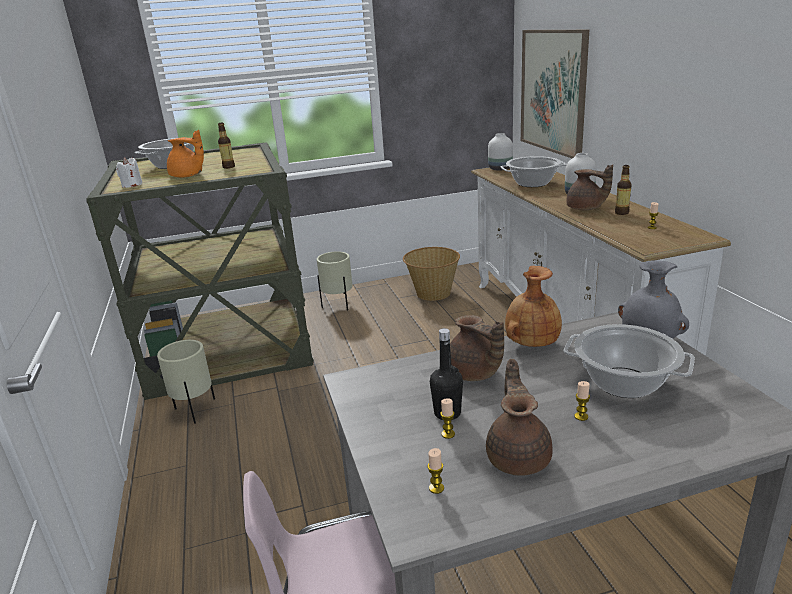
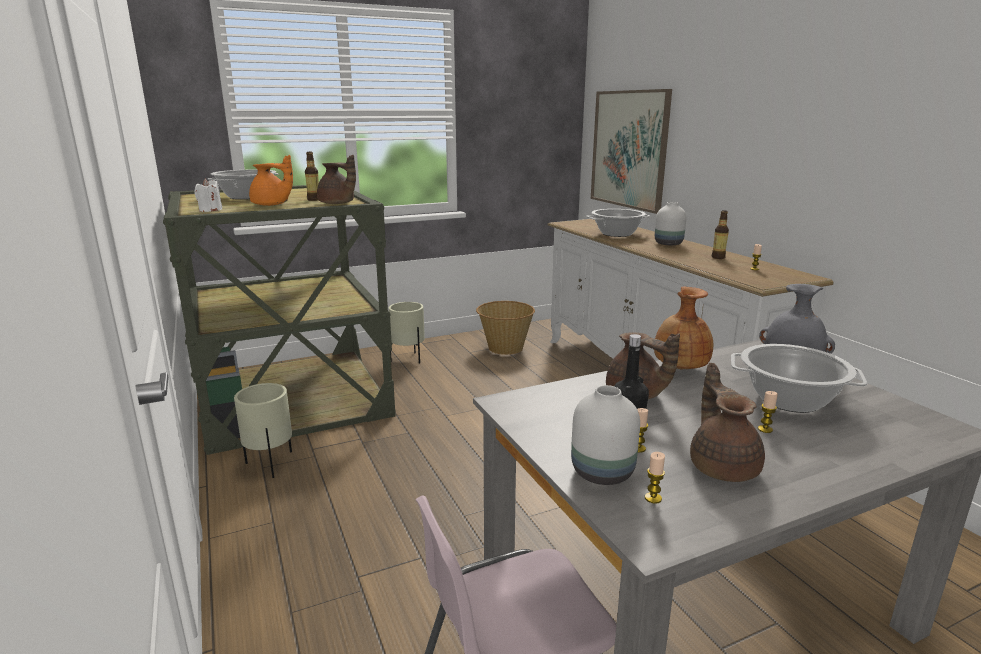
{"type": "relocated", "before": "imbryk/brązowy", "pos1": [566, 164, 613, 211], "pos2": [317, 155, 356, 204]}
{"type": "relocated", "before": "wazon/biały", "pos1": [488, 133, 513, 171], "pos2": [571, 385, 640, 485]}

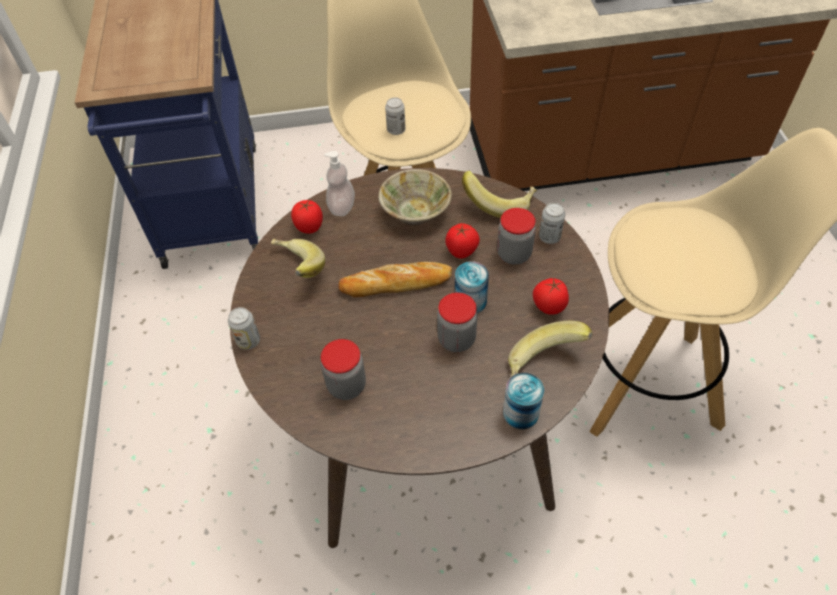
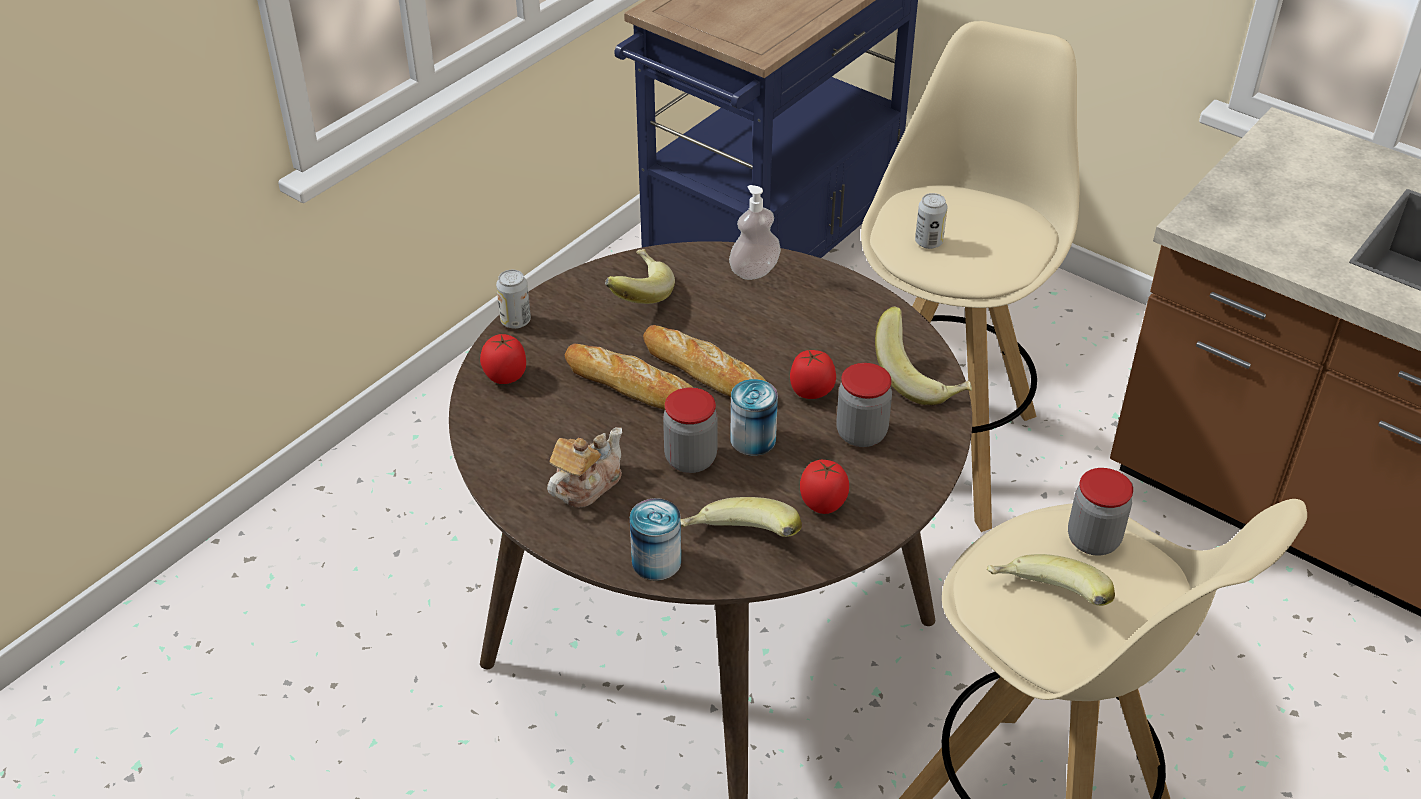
{"type": "relocated", "before": "pomidor", "pos1": [291, 200, 323, 234], "pos2": [480, 334, 526, 384]}
{"type": "appeared", "after": "imbryk", "pos2": [547, 427, 622, 508]}
{"type": "appeared", "after": "chleb", "pos2": [564, 343, 693, 410]}
{"type": "appeared", "after": "banan", "pos2": [987, 554, 1115, 606]}
{"type": "relocated", "before": "słoik", "pos1": [321, 339, 366, 400], "pos2": [1068, 468, 1133, 555]}
{"type": "missing", "before": "miska/beżowy", "pos1": [378, 169, 452, 225]}
{"type": "missing", "before": "puszka", "pos1": [539, 203, 565, 244]}

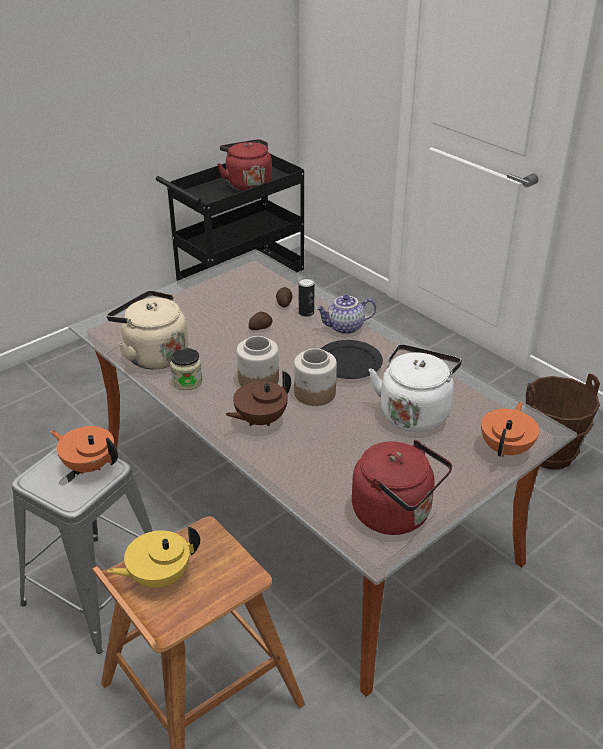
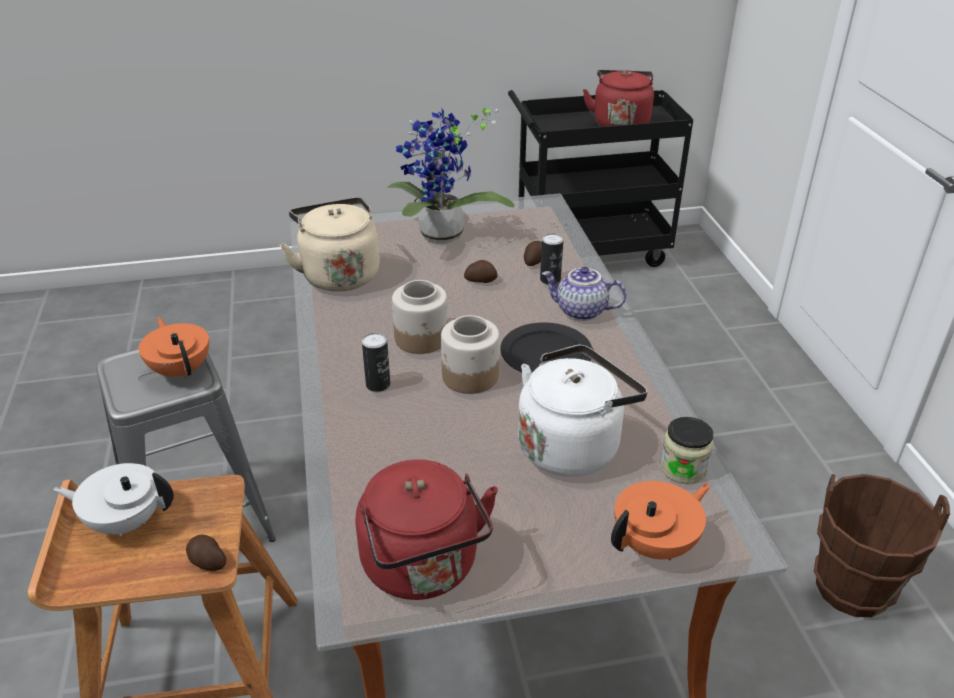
{"type": "colour", "before": "imbryk/żółty", "after": "imbryk/biały", "pos1": [107, 526, 200, 588], "pos2": [53, 463, 174, 537]}
{"type": "appeared", "after": "ziemniak", "pos2": [186, 535, 226, 571]}
{"type": "exchanged", "before": "imbryk/brązowy", "after": "puszka", "pos1": [225, 371, 291, 426], "pos2": [362, 333, 390, 392]}
{"type": "appeared", "after": "roślina doniczkowa", "pos2": [387, 108, 514, 244]}
{"type": "relocated", "before": "słoik", "pos1": [170, 348, 203, 390], "pos2": [660, 417, 714, 484]}

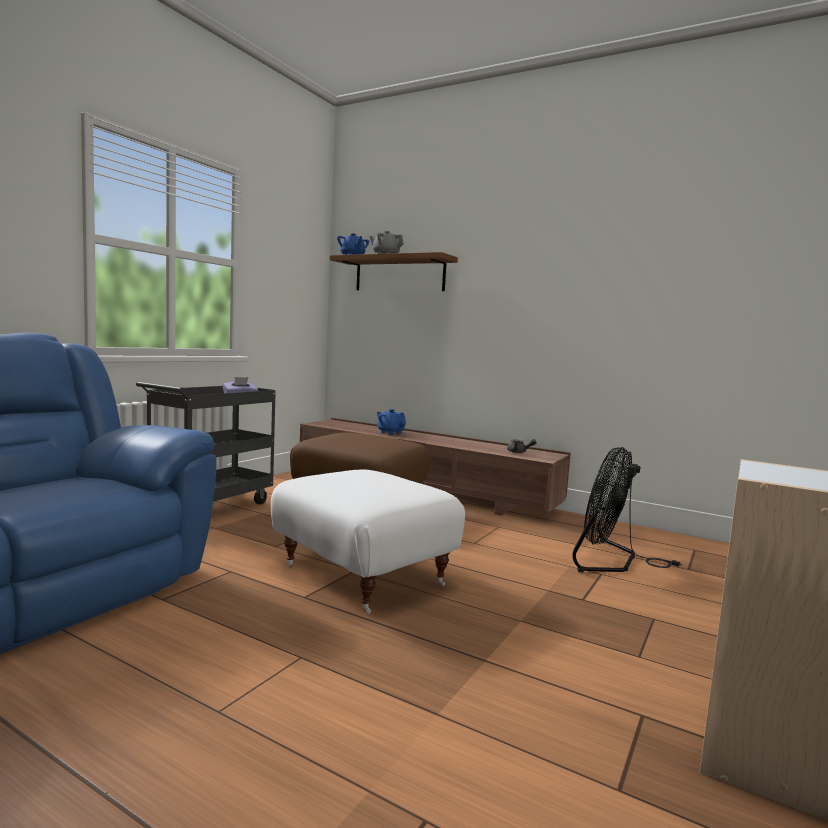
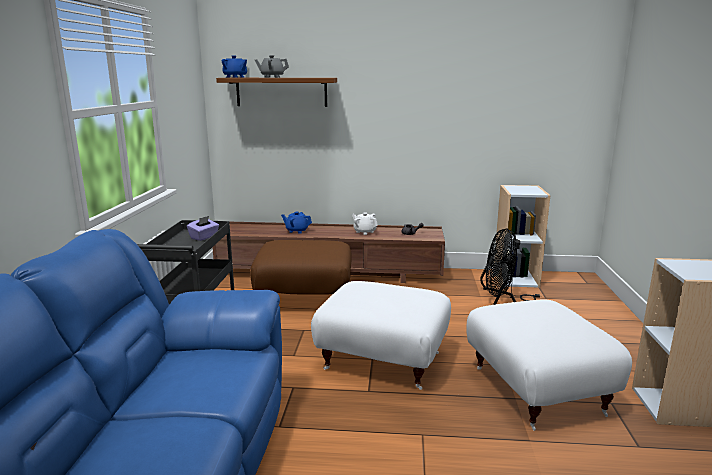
{"type": "appeared", "after": "imbryk/biały", "pos2": [352, 212, 378, 235]}
{"type": "appeared", "after": "pufa/biały", "pos2": [466, 300, 632, 431]}
{"type": "appeared", "after": "regał", "pos2": [494, 185, 550, 288]}

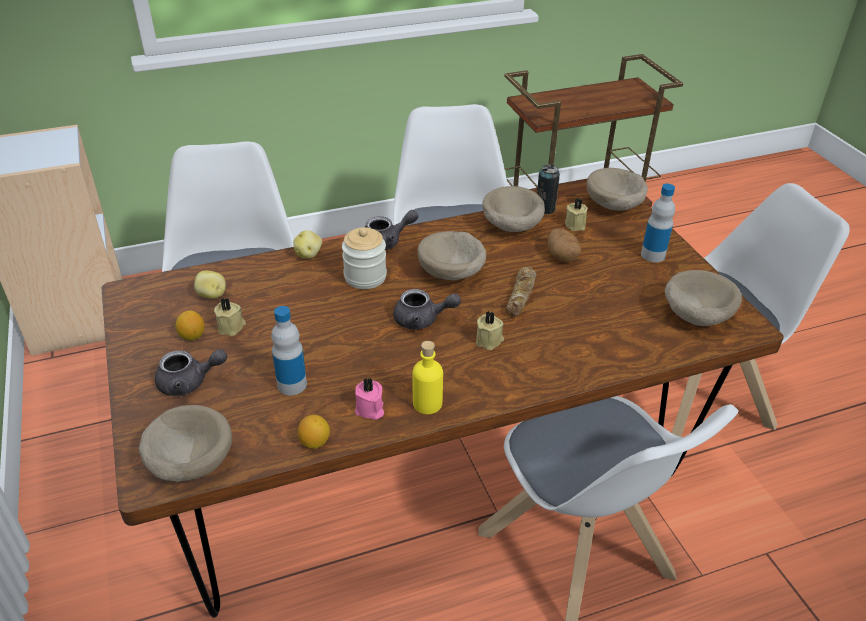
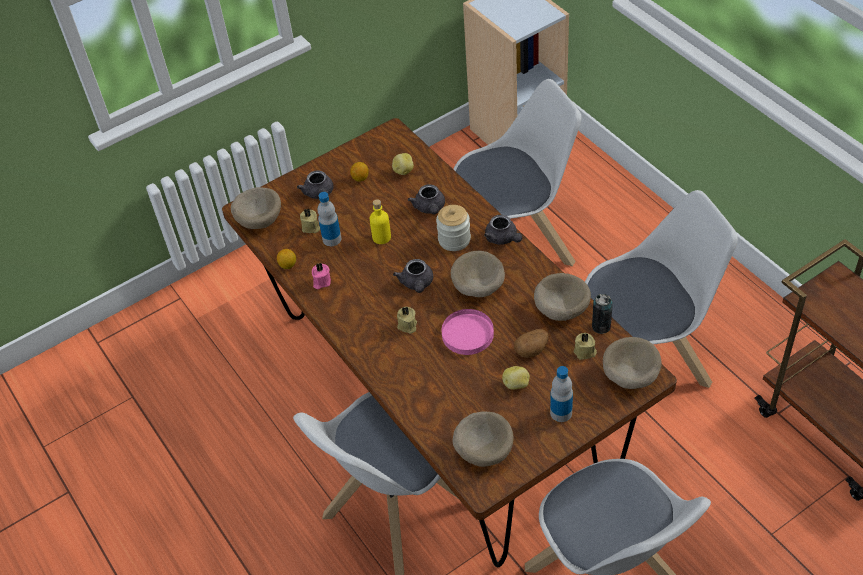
{"type": "relocated", "before": "świeca/beżowy", "pos1": [214, 297, 246, 336], "pos2": [300, 209, 320, 233]}
{"type": "relocated", "before": "butelka/żółty", "pos1": [412, 341, 443, 414], "pos2": [370, 199, 391, 244]}
{"type": "appeared", "after": "imbryk/szary", "pos2": [408, 184, 445, 214]}
{"type": "exchanged", "before": "chleb", "after": "talerz/różowy", "pos1": [505, 266, 536, 316], "pos2": [441, 309, 494, 355]}
{"type": "relocated", "before": "ziemniak", "pos1": [293, 230, 322, 259], "pos2": [502, 366, 530, 390]}

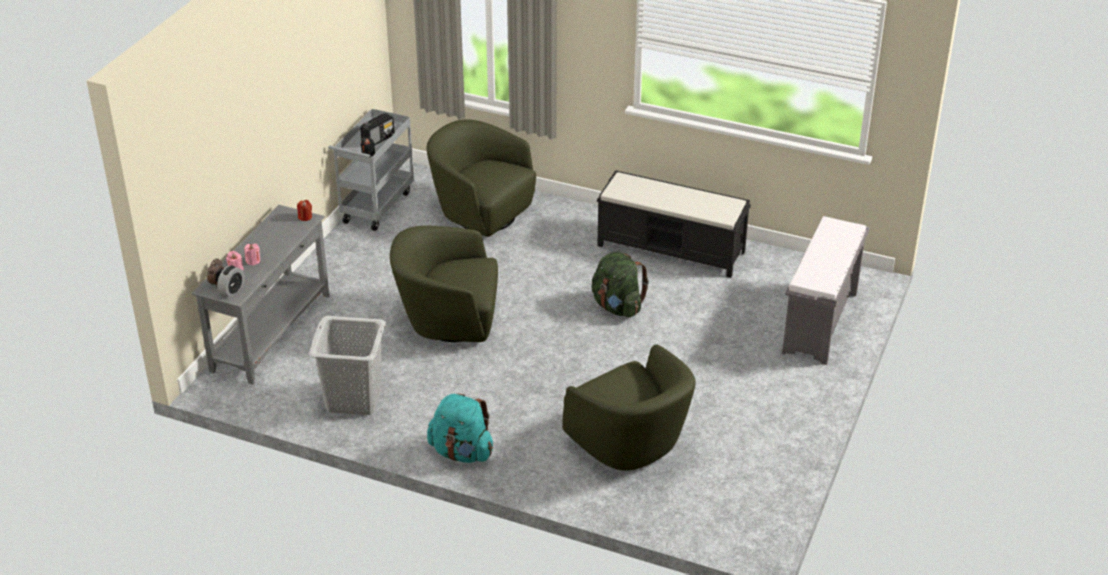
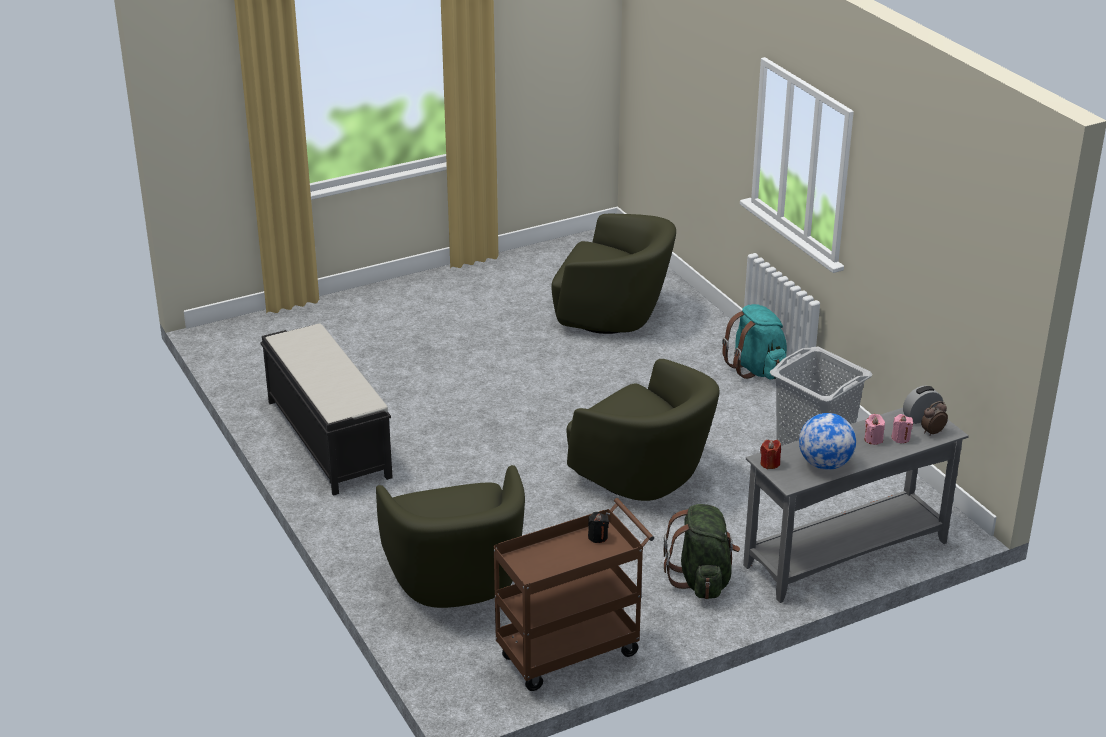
{"type": "colour", "before": "wózek/szary", "after": "wózek/brązowy", "pos1": [328, 109, 414, 231], "pos2": [494, 498, 654, 691]}
{"type": "spun", "before": "fotel/zielony", "pos1": [562, 344, 695, 471], "pos2": [551, 214, 676, 334], "turn": 105}
{"type": "relocated", "before": "plecak/zielony", "pos1": [592, 251, 649, 318], "pos2": [664, 504, 740, 599]}
{"type": "appeared", "after": "globus", "pos2": [799, 413, 856, 470]}
{"type": "missing", "before": "radio", "pos1": [360, 113, 395, 145]}
{"type": "missing", "before": "ławka/szary", "pos1": [782, 216, 869, 365]}

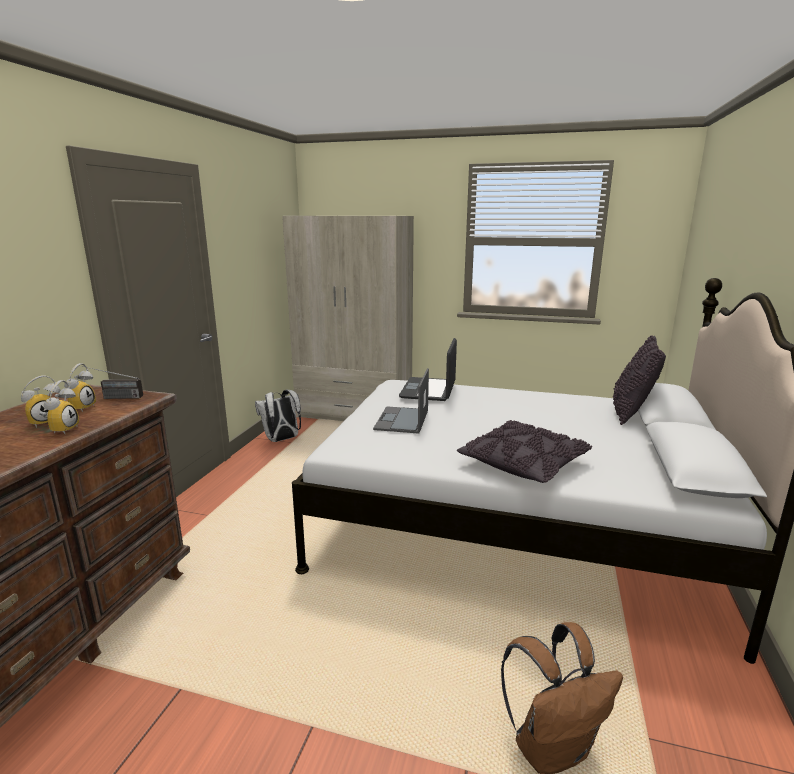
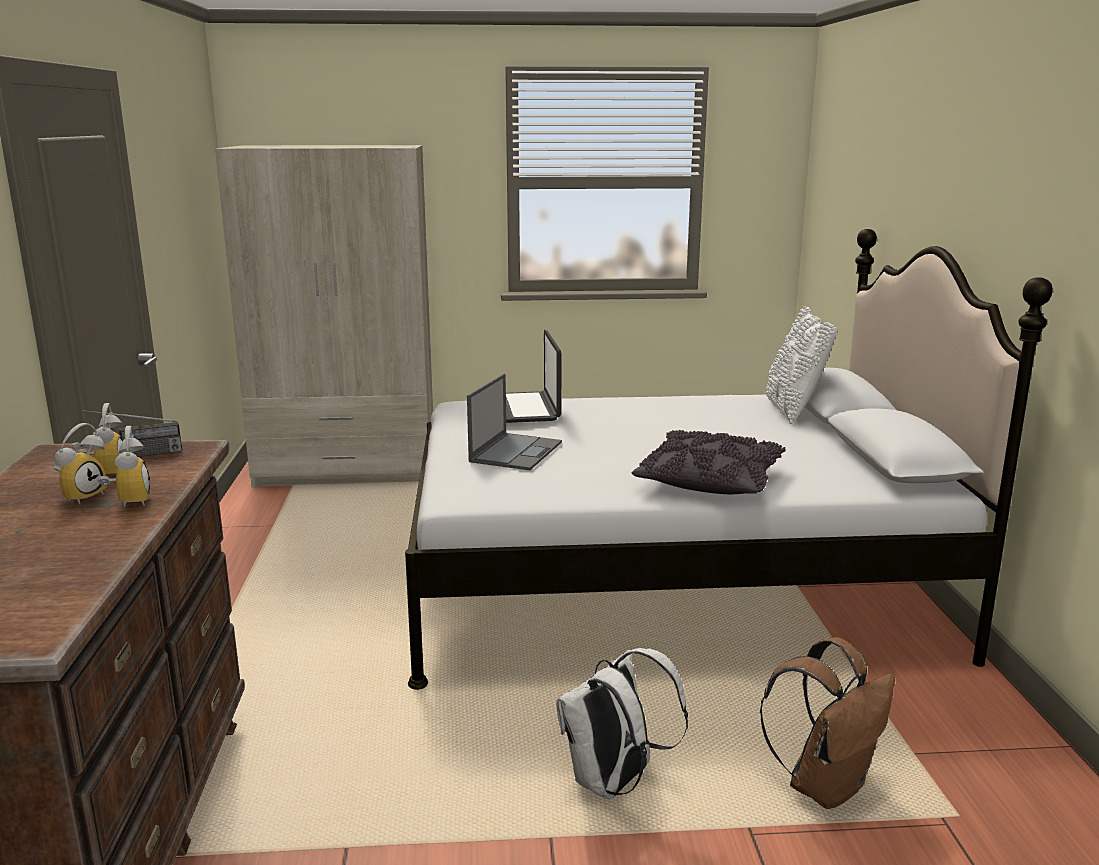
{"type": "spun", "before": "laptop", "pos1": [373, 368, 429, 434], "pos2": [467, 374, 562, 470], "turn": -150}
{"type": "relocated", "before": "plecak/biały", "pos1": [255, 390, 301, 442], "pos2": [556, 648, 688, 799]}
{"type": "colour", "before": "poduszka/czarny", "after": "poduszka/biały", "pos1": [613, 335, 666, 425], "pos2": [766, 306, 837, 424]}

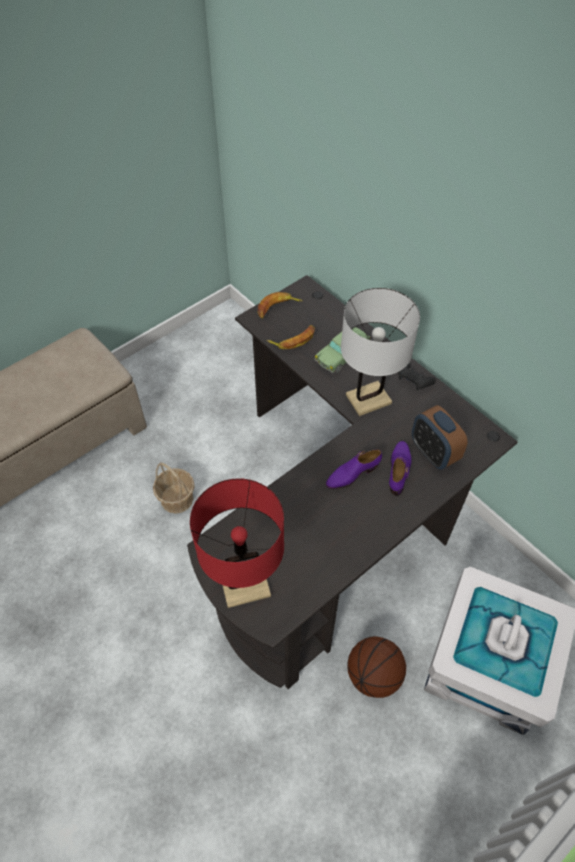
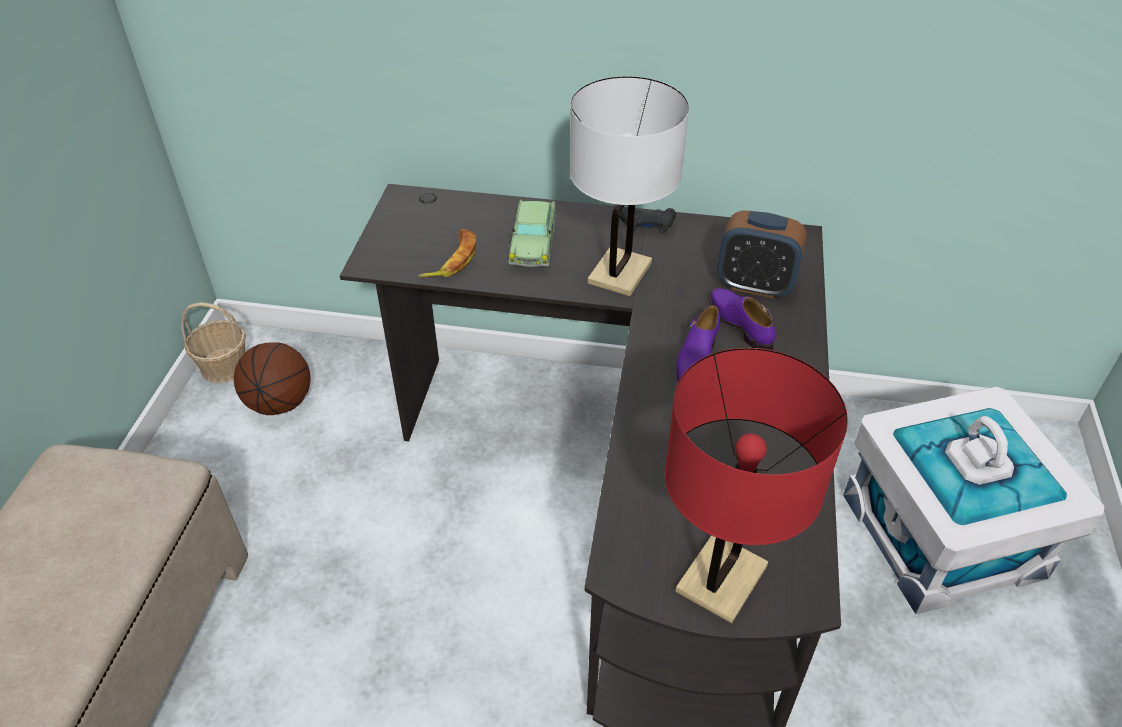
{"type": "relocated", "before": "koszyk", "pos1": [153, 462, 195, 514], "pos2": [181, 302, 246, 384]}
{"type": "relocated", "before": "piłka do koszykówki", "pos1": [347, 636, 406, 698], "pos2": [233, 342, 310, 415]}
{"type": "missing", "before": "banan", "pos1": [257, 292, 303, 319]}

